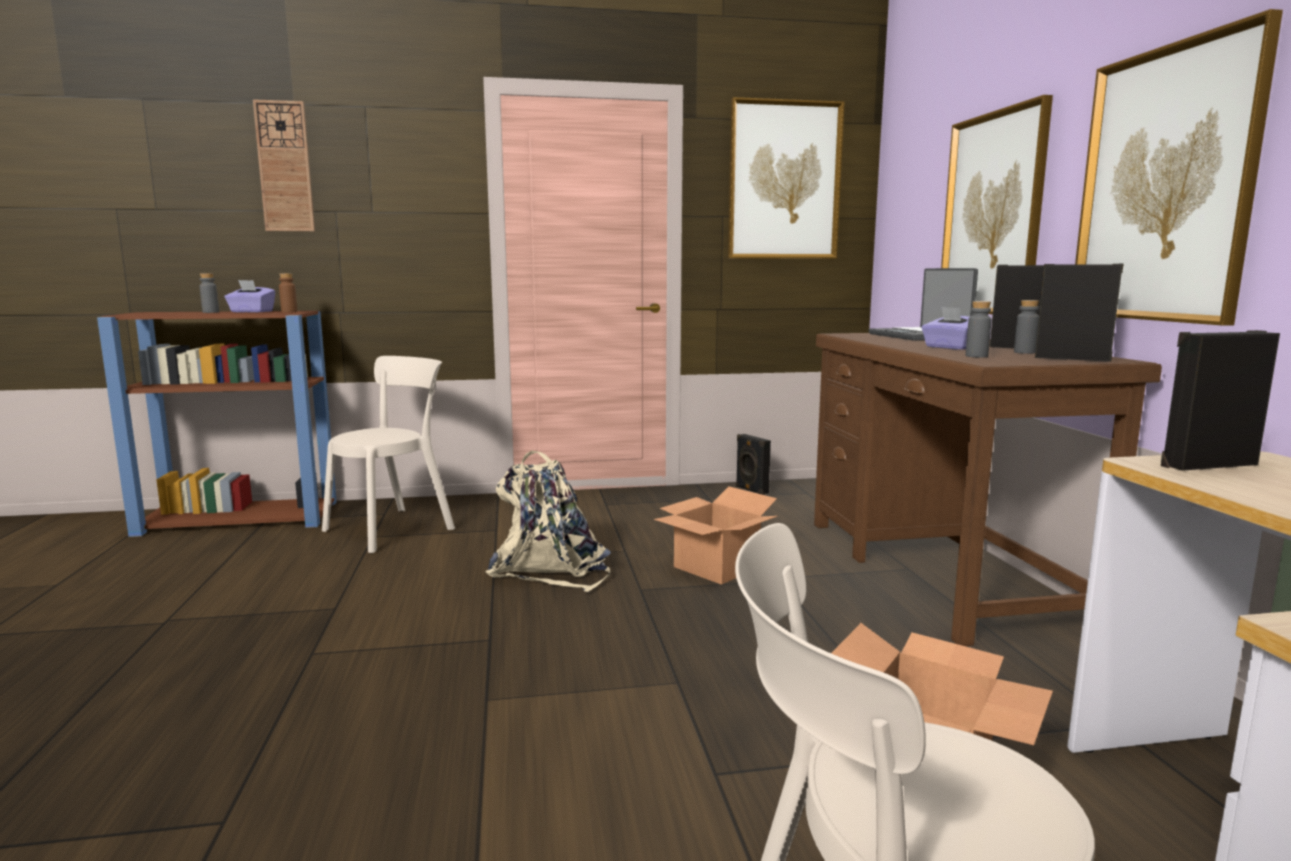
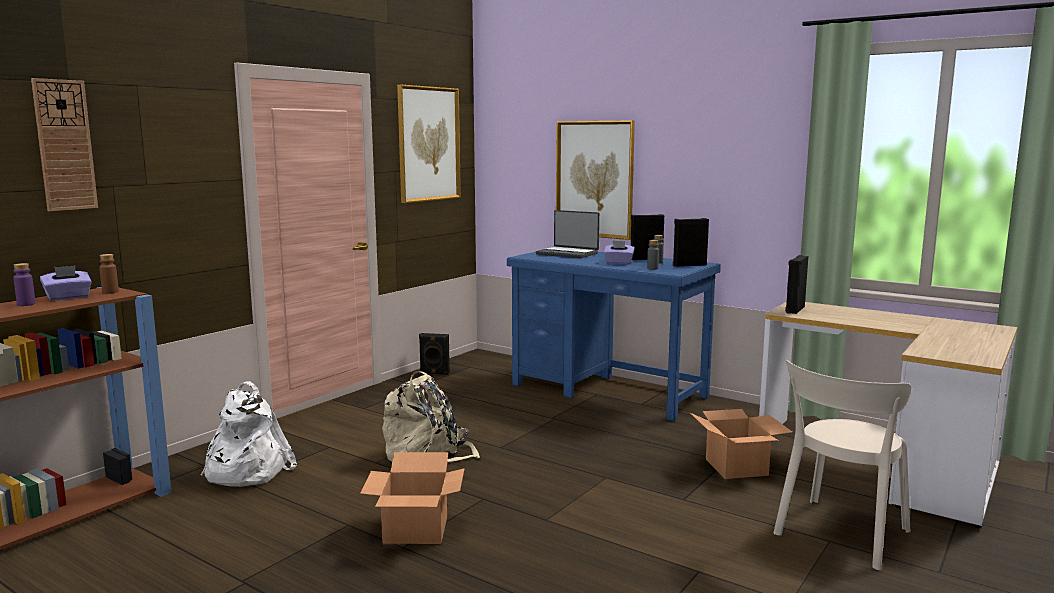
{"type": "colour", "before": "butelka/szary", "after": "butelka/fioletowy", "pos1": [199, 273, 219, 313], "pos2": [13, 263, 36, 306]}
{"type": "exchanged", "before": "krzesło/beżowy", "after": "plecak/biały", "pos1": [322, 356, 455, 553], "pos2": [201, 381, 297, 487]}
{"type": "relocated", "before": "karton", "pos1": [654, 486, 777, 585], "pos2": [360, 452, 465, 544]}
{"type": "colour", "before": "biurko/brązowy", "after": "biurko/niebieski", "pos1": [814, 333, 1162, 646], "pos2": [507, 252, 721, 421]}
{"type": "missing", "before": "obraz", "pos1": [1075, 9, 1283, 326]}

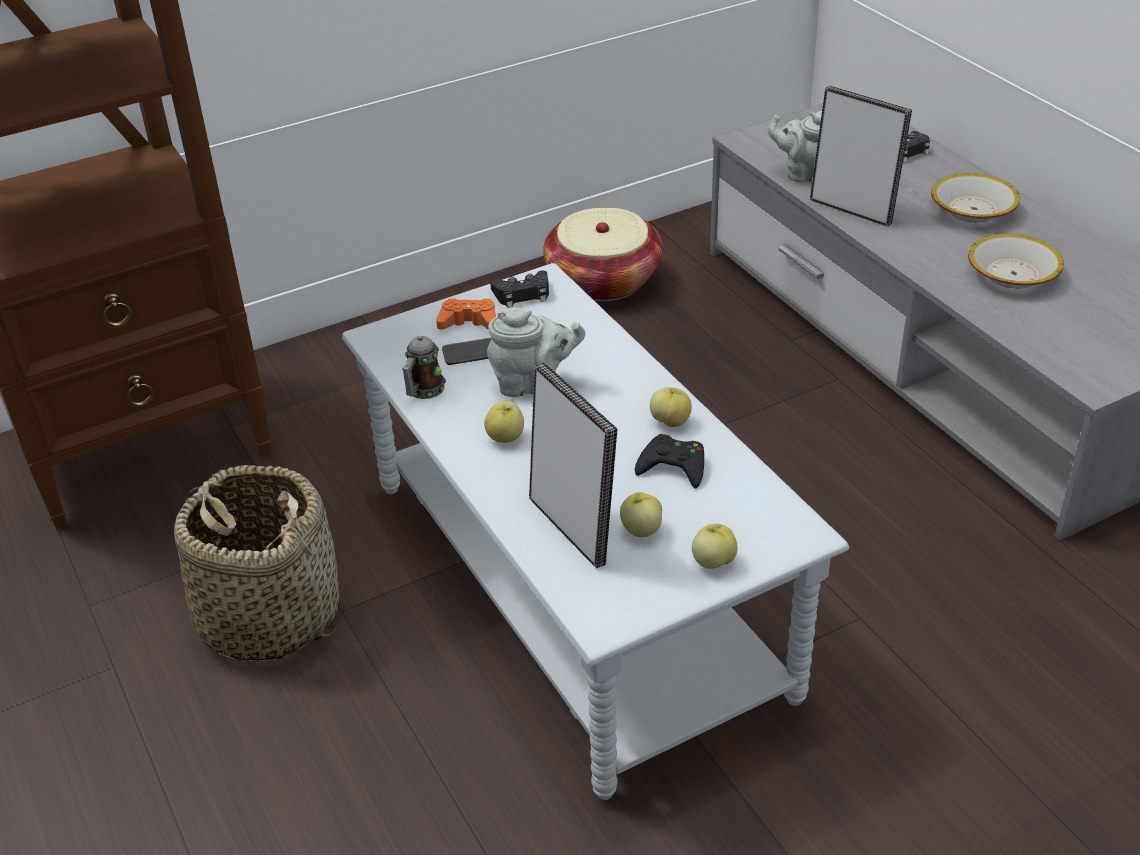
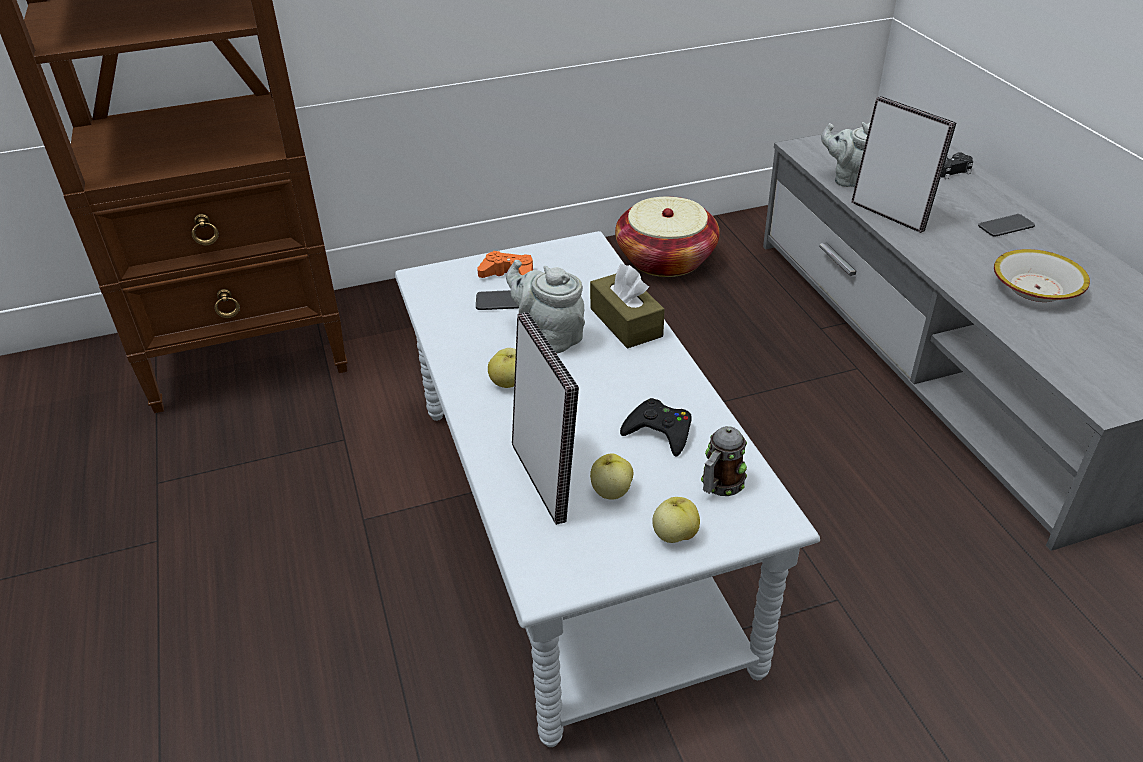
{"type": "spun", "before": "imbryk/szary", "pos1": [487, 307, 585, 397], "pos2": [506, 260, 585, 354], "turn": -150}
{"type": "appeared", "after": "pudełko chusteczek/brązowy", "pos2": [590, 264, 665, 349]}
{"type": "relocated", "before": "kubek", "pos1": [402, 336, 446, 399], "pos2": [701, 426, 747, 496]}
{"type": "exchanged", "before": "miska", "after": "telefon", "pos1": [931, 173, 1020, 222], "pos2": [978, 214, 1035, 237]}
{"type": "missing", "before": "koszyk", "pos1": [174, 465, 339, 662]}
{"type": "missing", "before": "pad do gier/czarny", "pos1": [490, 270, 549, 308]}
{"type": "missing", "before": "jabłko", "pos1": [650, 387, 692, 427]}

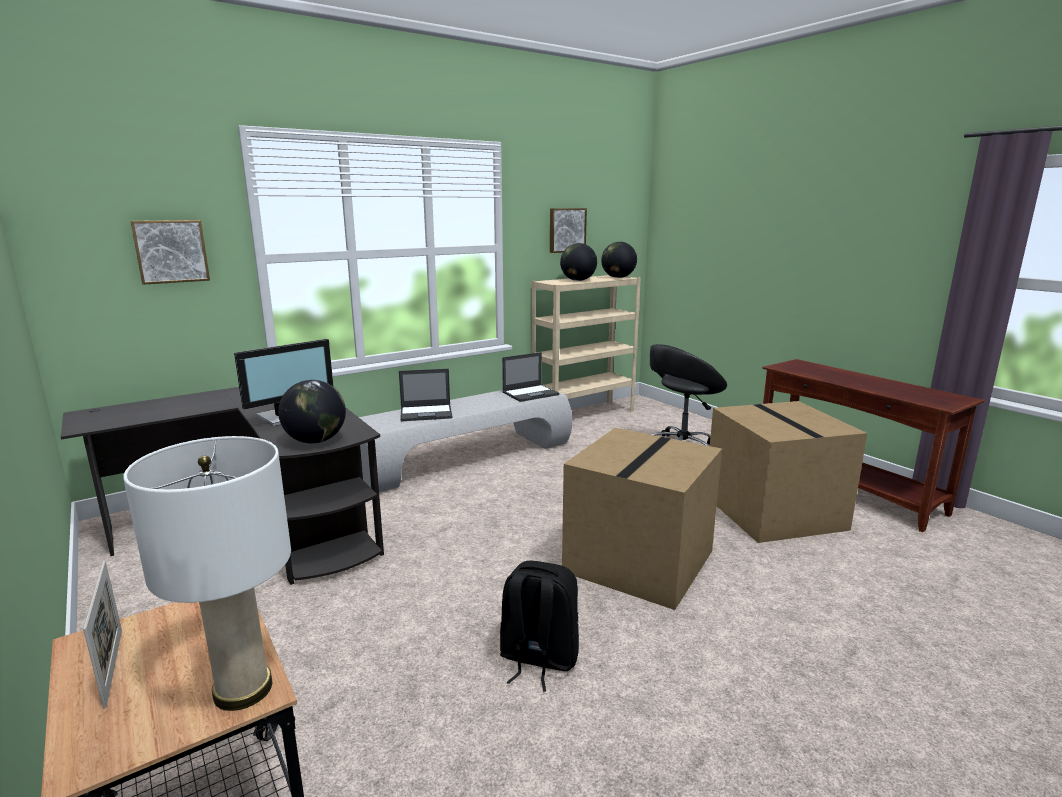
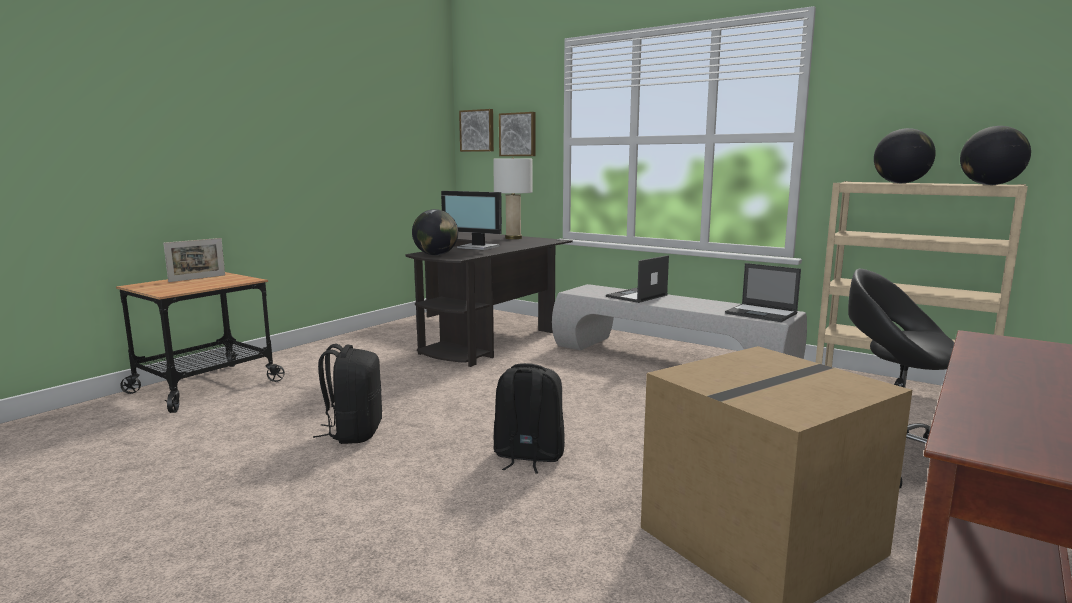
{"type": "relocated", "before": "obraz", "pos1": [550, 208, 587, 253], "pos2": [459, 109, 494, 152]}
{"type": "relocated", "before": "lampa stołowa/biały", "pos1": [123, 436, 291, 711], "pos2": [493, 157, 532, 239]}
{"type": "exchanged", "before": "karton", "after": "plecak/czarny", "pos1": [562, 428, 722, 610], "pos2": [494, 363, 565, 474]}
{"type": "spun", "before": "laptop", "pos1": [399, 369, 453, 421], "pos2": [606, 255, 669, 303], "turn": 75}

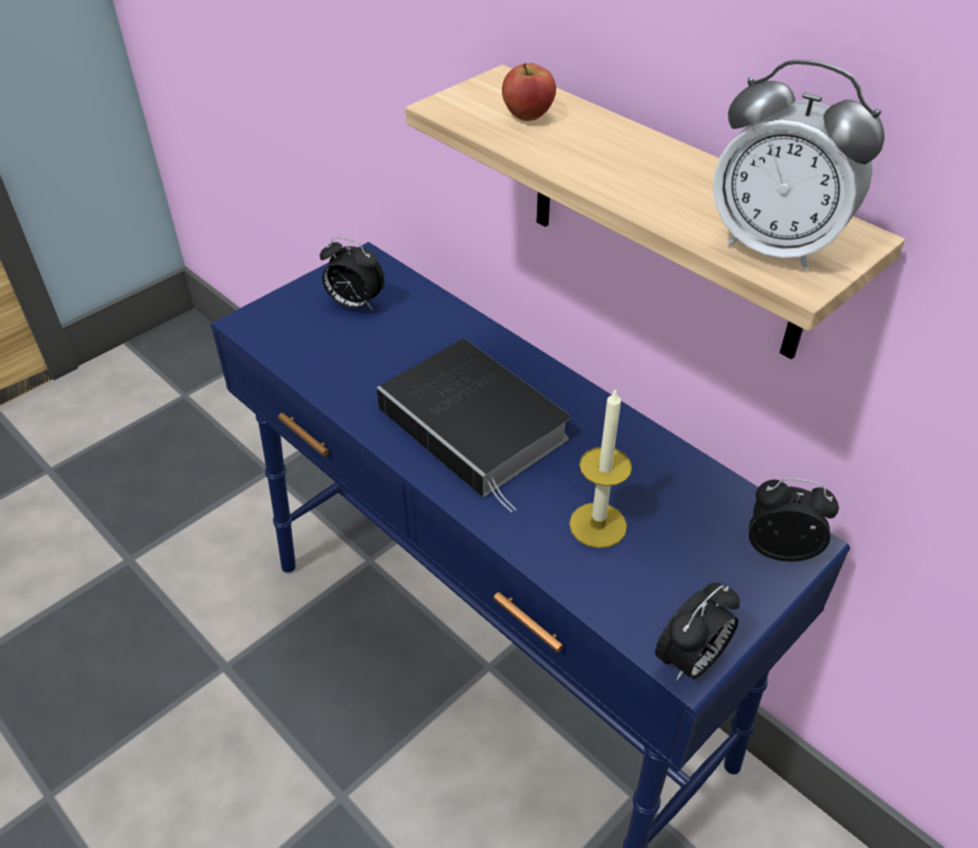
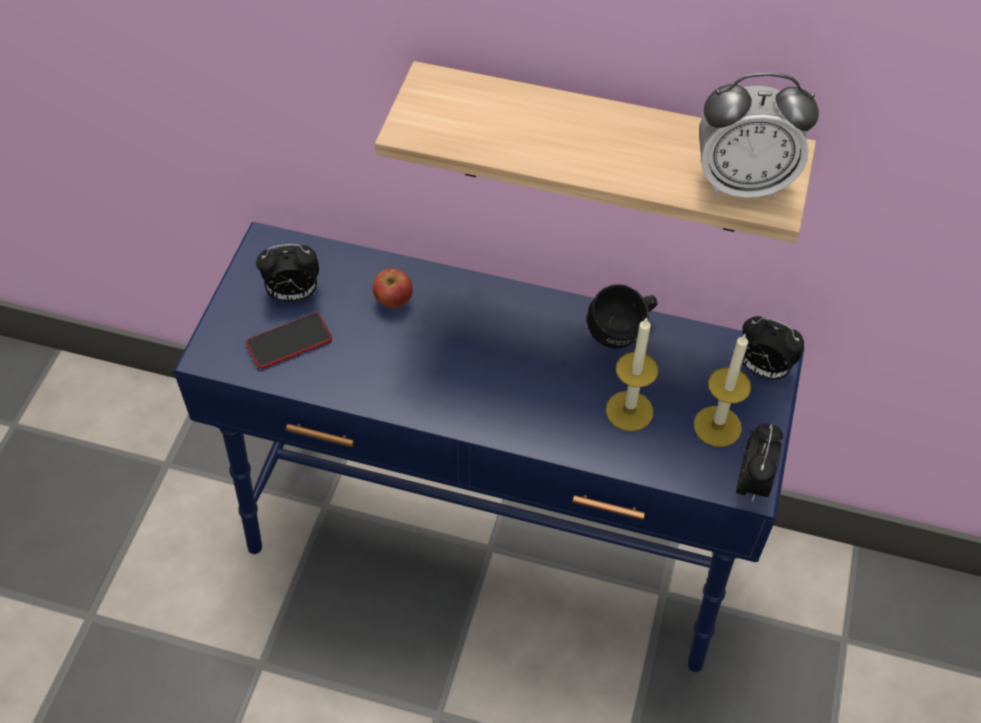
{"type": "appeared", "after": "telefon", "pos2": [246, 313, 332, 369]}
{"type": "relocated", "before": "jabłko", "pos1": [502, 63, 556, 121], "pos2": [372, 268, 413, 309]}
{"type": "appeared", "after": "kubek/czarny", "pos2": [587, 284, 657, 349]}
{"type": "appeared", "after": "świeca", "pos2": [694, 334, 751, 447]}
{"type": "spun", "before": "budzik", "pos1": [749, 478, 839, 561], "pos2": [742, 316, 804, 380], "turn": -135}
{"type": "missing", "before": "książka", "pos1": [377, 339, 571, 512]}

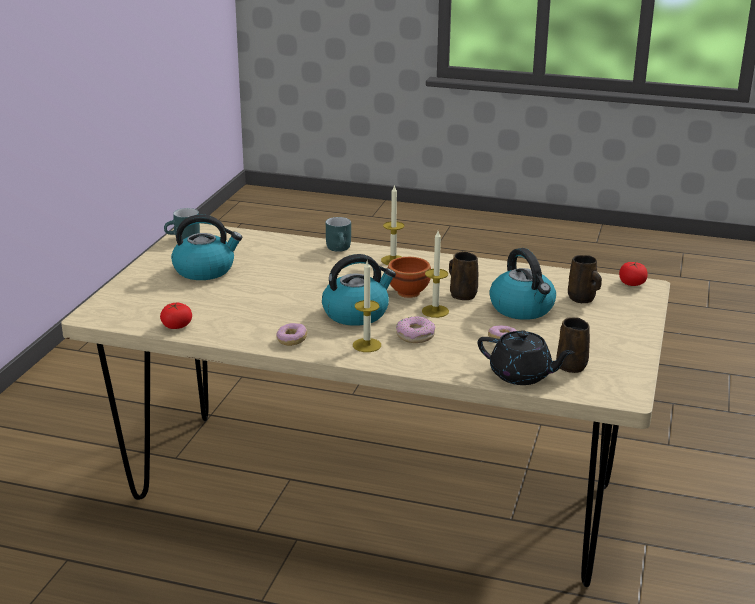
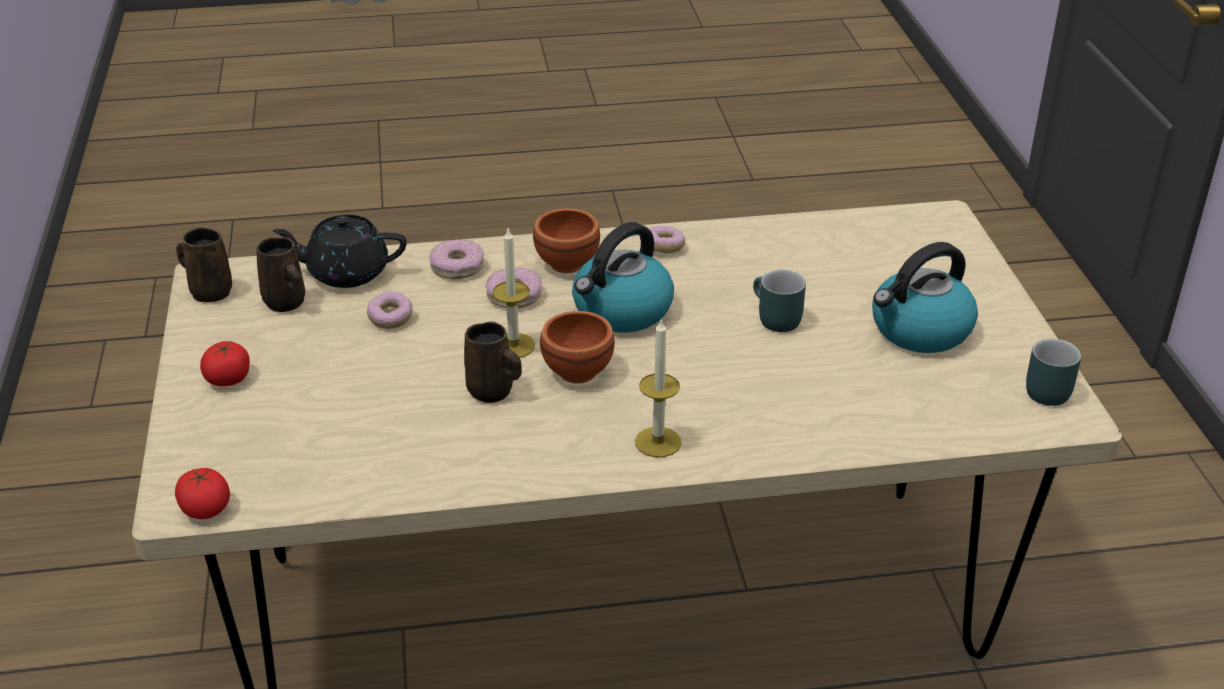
{"type": "relocated", "before": "kubek/brązowy", "pos1": [568, 255, 602, 303], "pos2": [176, 228, 232, 302]}
{"type": "relocated", "before": "pomidor", "pos1": [160, 303, 192, 329], "pos2": [200, 341, 250, 386]}
{"type": "appeared", "after": "donut", "pos2": [429, 240, 484, 279]}
{"type": "exchanged", "before": "świeca", "after": "miska/brązowy", "pos1": [353, 261, 381, 352], "pos2": [533, 209, 600, 273]}
{"type": "relocated", "before": "kubek/turkusowy", "pos1": [326, 217, 351, 252], "pos2": [753, 270, 806, 332]}
{"type": "missing", "before": "czajnik", "pos1": [489, 248, 556, 320]}

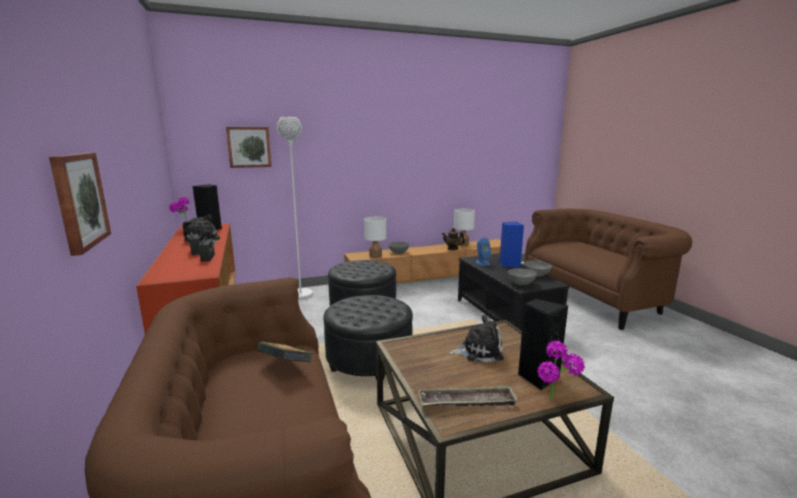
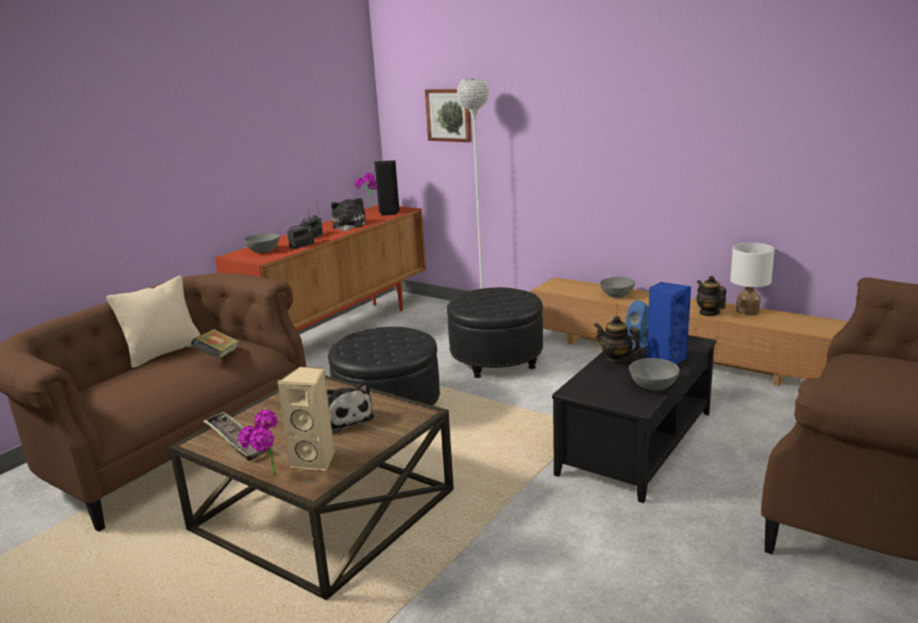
{"type": "appeared", "after": "poduszka/beżowy", "pos2": [106, 275, 200, 368]}
{"type": "relocated", "before": "miska/szary", "pos1": [508, 268, 537, 285], "pos2": [244, 233, 280, 253]}
{"type": "colour", "before": "głośnik/czarny", "after": "głośnik/beżowy", "pos1": [518, 298, 568, 391], "pos2": [278, 366, 335, 472]}
{"type": "appeared", "after": "imbryk", "pos2": [594, 316, 641, 365]}
{"type": "missing", "before": "obraz", "pos1": [49, 153, 111, 256]}
{"type": "missing", "before": "lampa stołowa/biały", "pos1": [364, 217, 386, 258]}

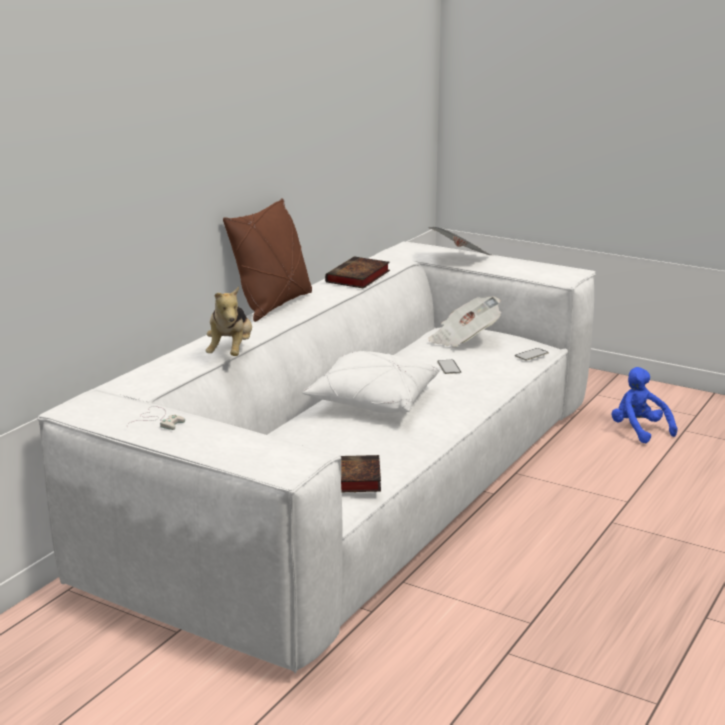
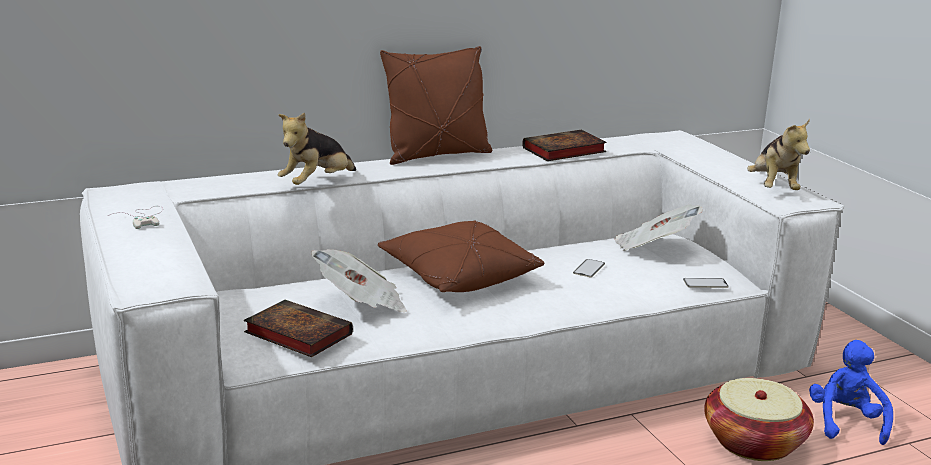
{"type": "relocated", "before": "gazeta", "pos1": [428, 227, 491, 255], "pos2": [311, 249, 407, 312]}
{"type": "colour", "before": "poduszka/biały", "after": "poduszka/brązowy", "pos1": [302, 351, 440, 413], "pos2": [378, 220, 544, 292]}
{"type": "appeared", "after": "koszyk", "pos2": [704, 378, 814, 461]}
{"type": "appeared", "after": "pluszak", "pos2": [747, 119, 810, 190]}

